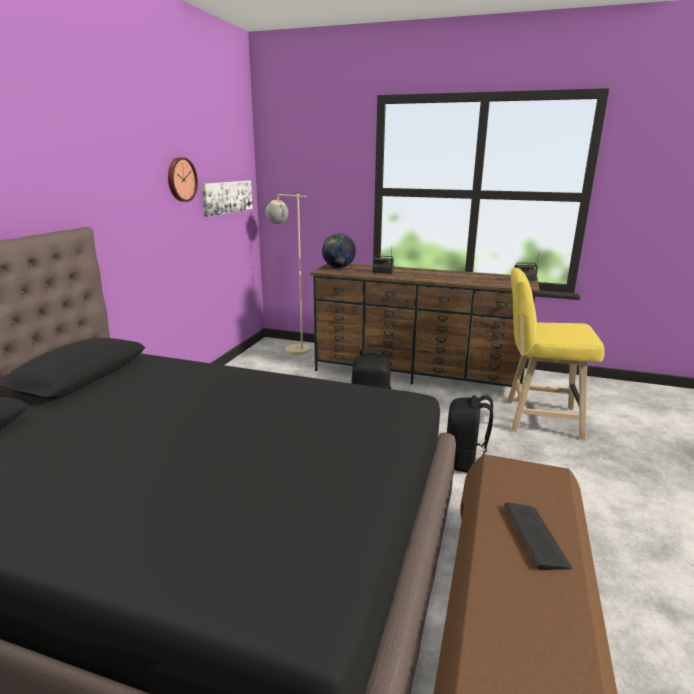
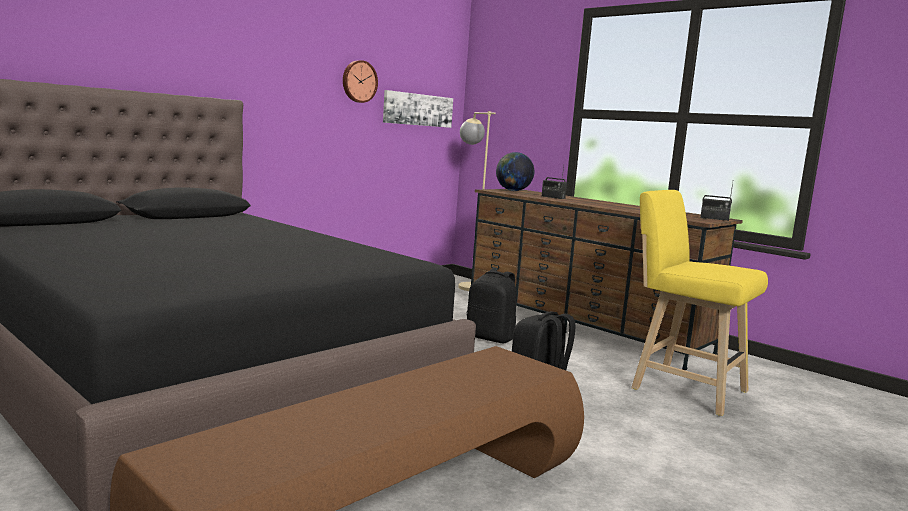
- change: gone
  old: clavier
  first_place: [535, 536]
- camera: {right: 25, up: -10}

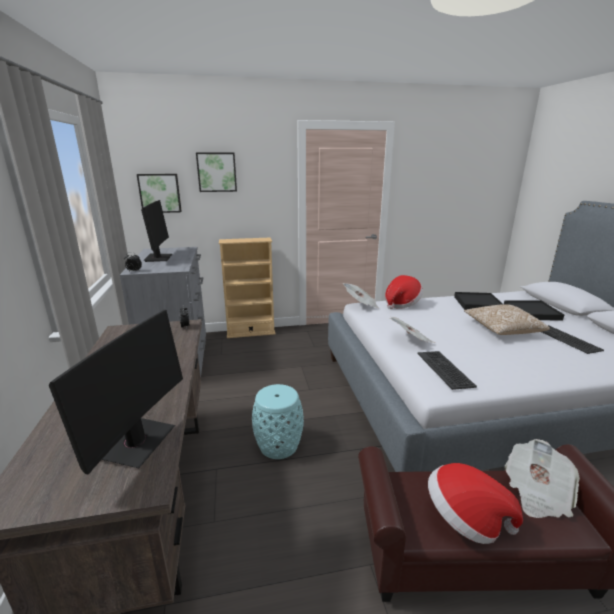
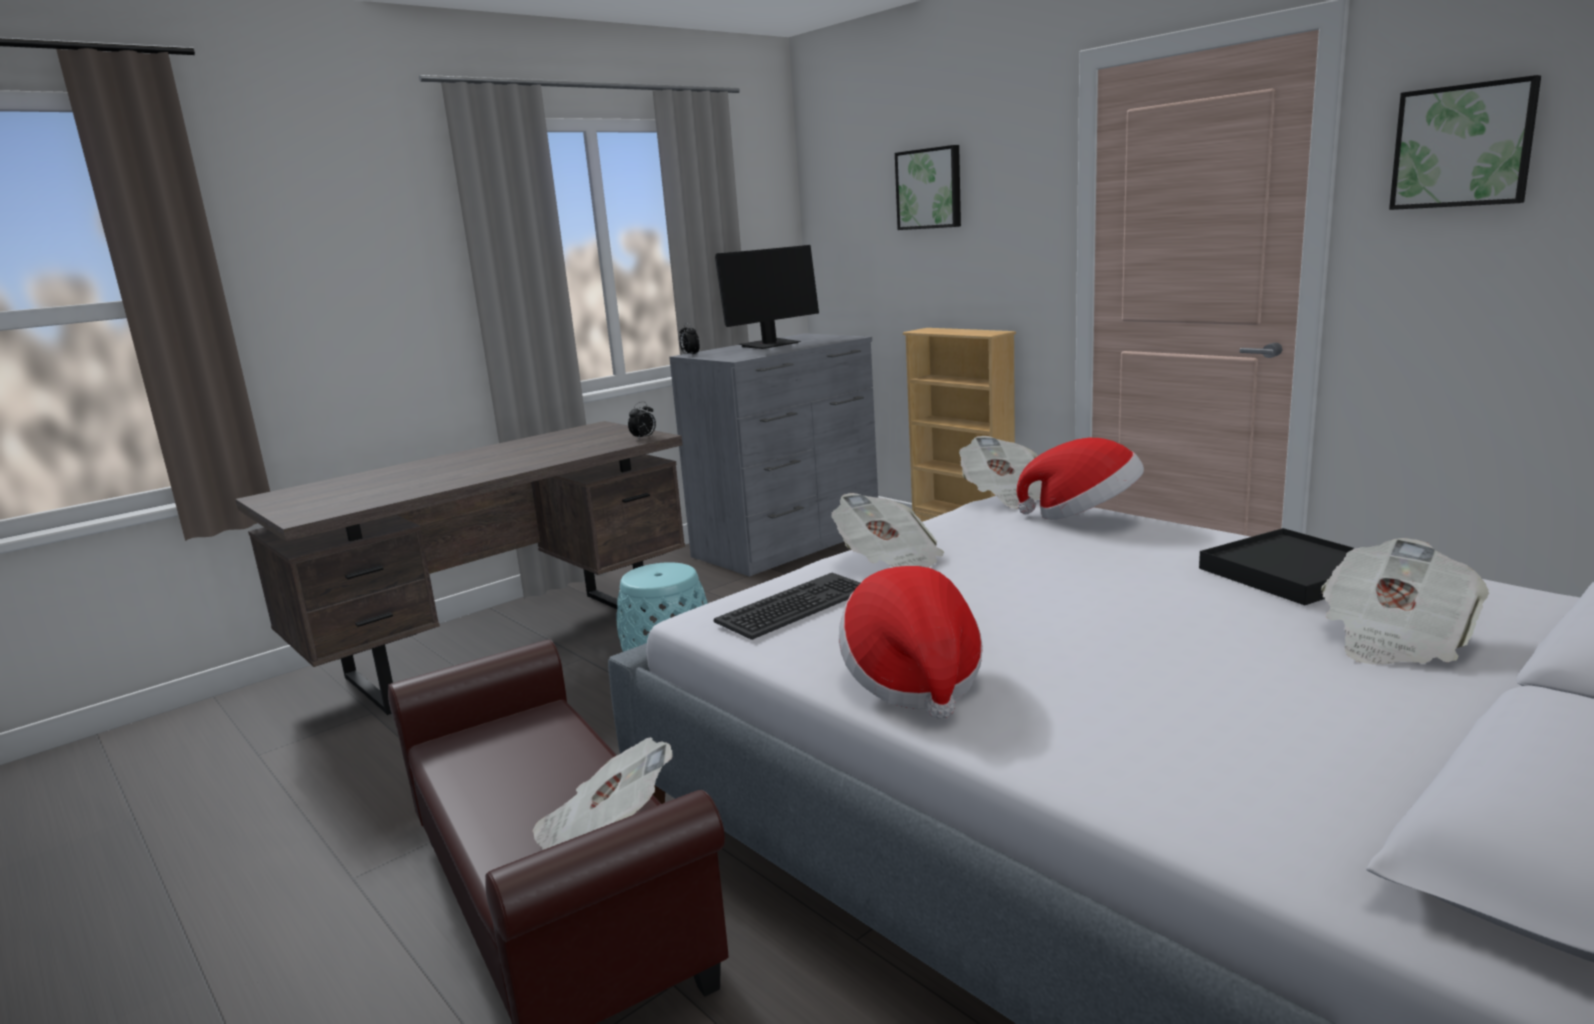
- change: shifted
  old: tableau
  first_place: [160, 193]
  second_place: [1463, 146]
- change: swapped
  old: plateau/noir
  new: journal
  first_place: [531, 312]
  second_place: [1394, 639]
- change: gone
  old: coussin
  first_place: [502, 330]
- change: gone
  old: écran d'ordinateur
  first_place: [137, 442]
- change: gone
  old: clavier
  first_place: [566, 339]
- change: shifted
  old: chapeau
  first_place: [465, 519]
  second_place: [913, 681]
- camera: {right: 60, up: -5}

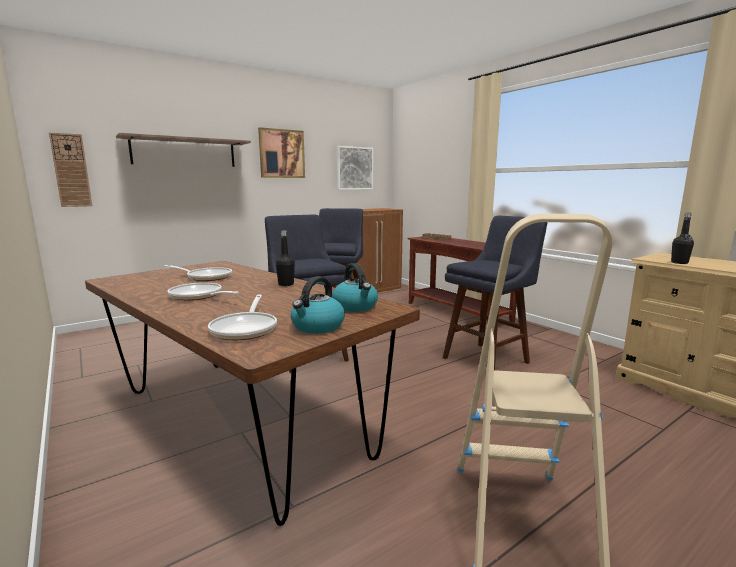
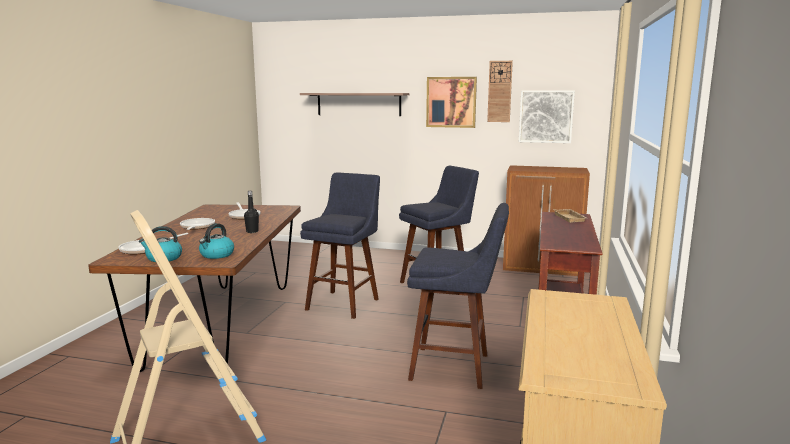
- change: shifted
  old: horloge murale
  first_place: [71, 170]
  second_place: [499, 91]
- change: gone
  old: bouteille/noir
  first_place: [679, 262]
- camera: {right: 50, up: 0}

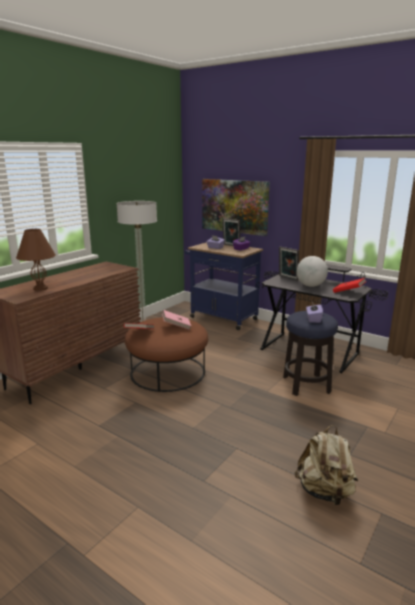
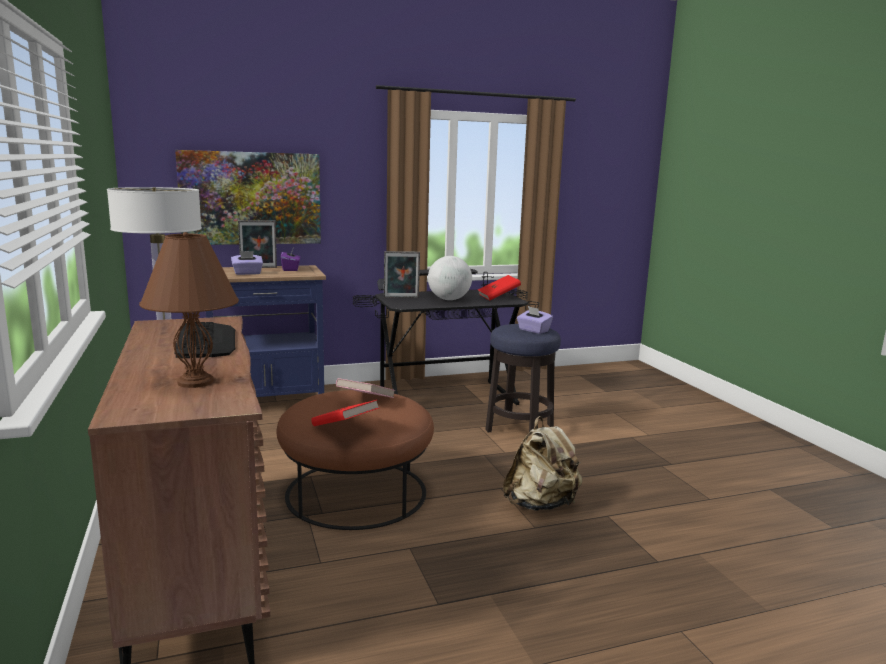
- change: shifted
  old: sac à dos/beige
  first_place: [324, 491]
  second_place: [541, 504]
- change: new
  new: clavier
  second_place: [206, 341]
- camera: {right: -55, up: -5}

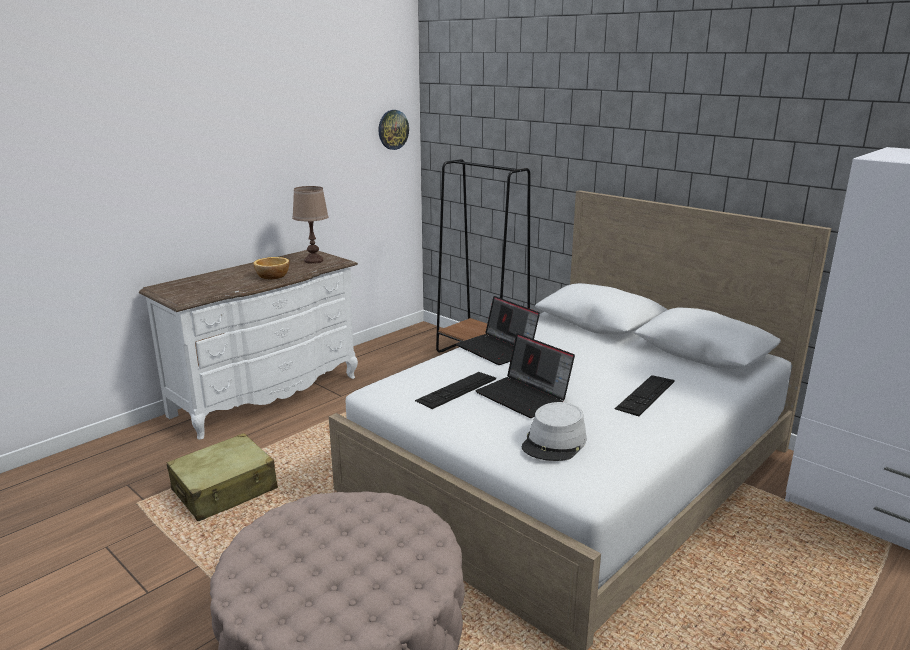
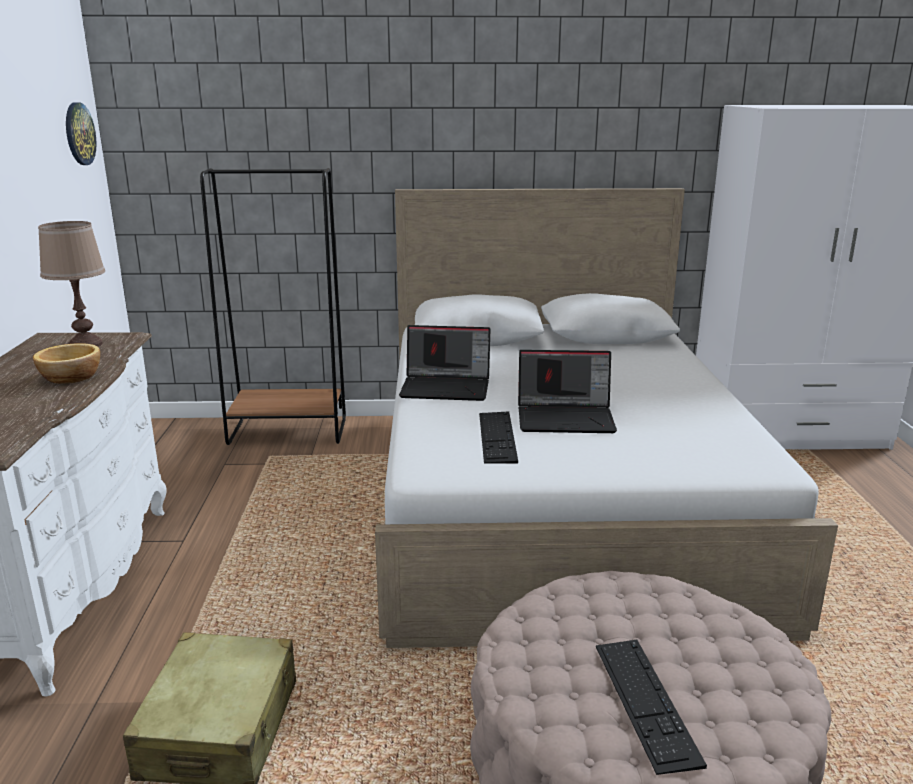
- change: shifted
  old: clavier
  first_place: [645, 395]
  second_place: [645, 701]
- change: gone
  old: chapeau/gris
  first_place: [554, 443]
- camera: {right: -45, up: 0}

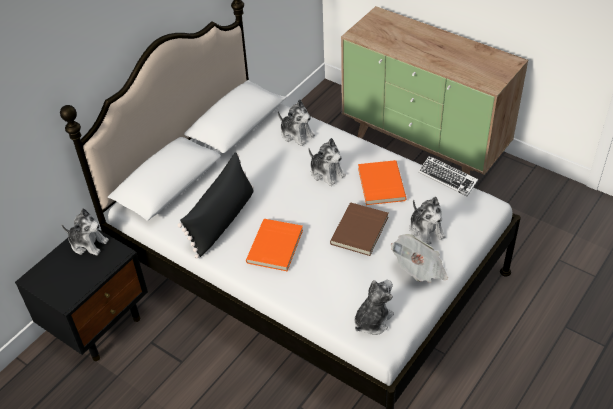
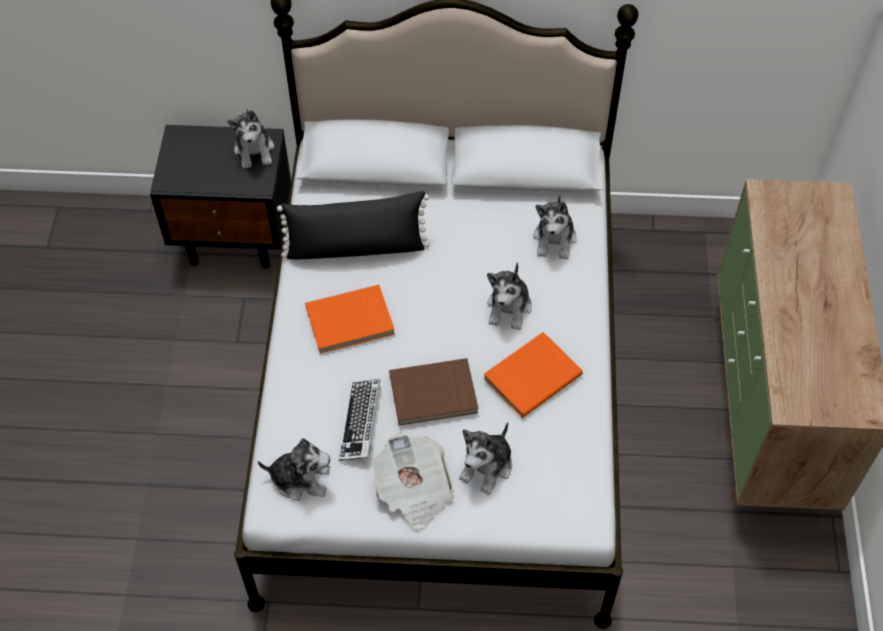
- change: shifted
  old: clavier
  first_place: [447, 178]
  second_place: [361, 422]
- camera: {right: 55, up: 10}

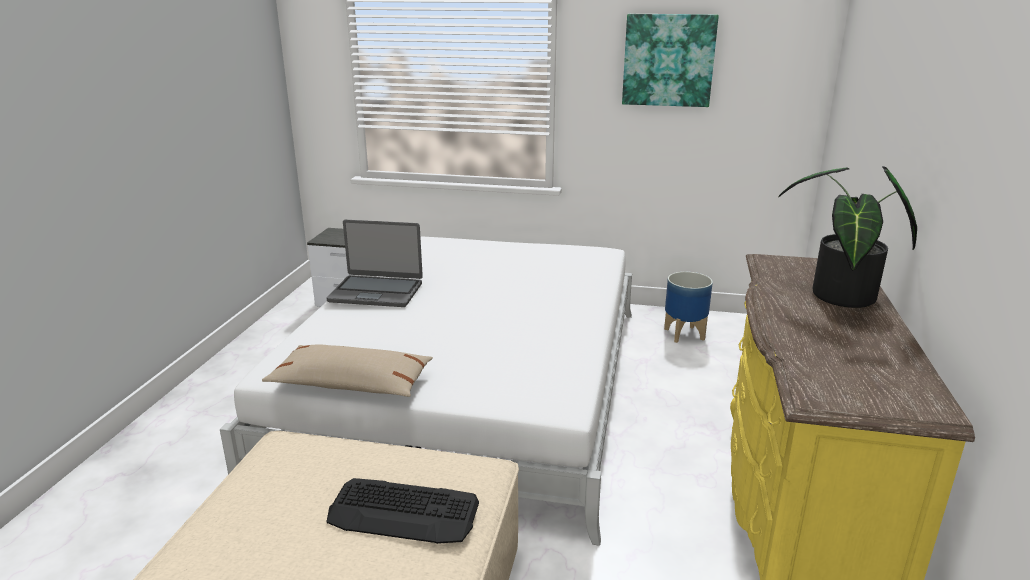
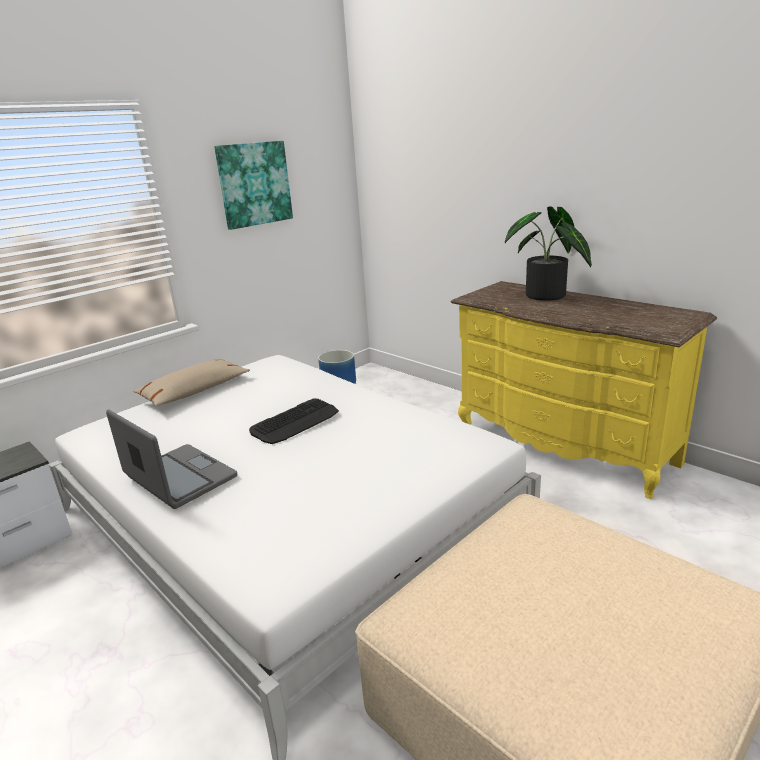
- change: rotated
  old: ordinateur portable
  first_place: [376, 292]
  second_place: [179, 478]
  degrees: -90
- change: shifted
  old: coussin/beige
  first_place: [351, 384]
  second_place: [194, 391]
- change: shifted
  old: clavier
  first_place: [404, 512]
  second_place: [295, 422]
- camera: {right: -55, up: 0}

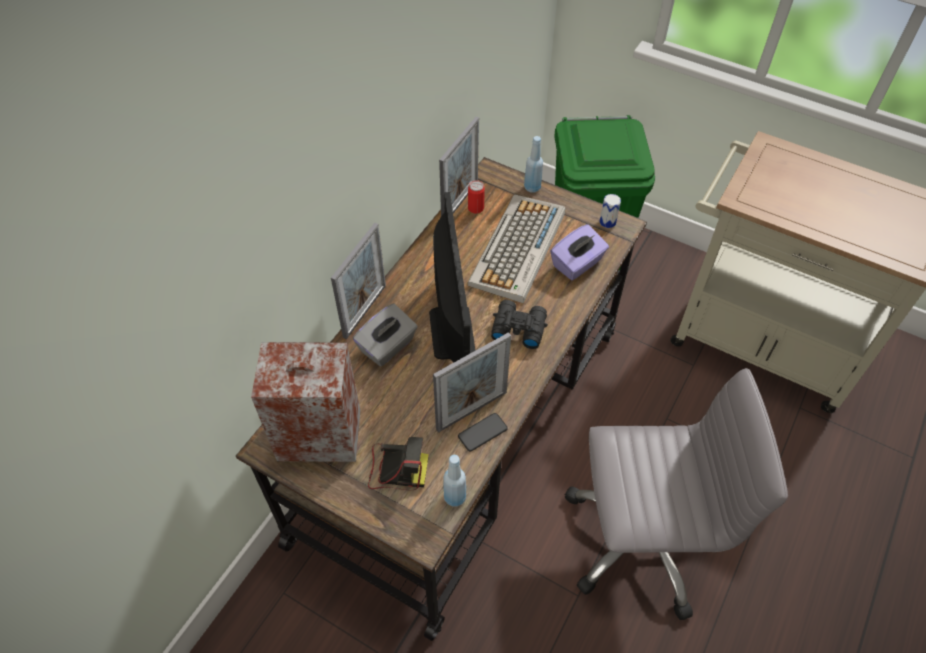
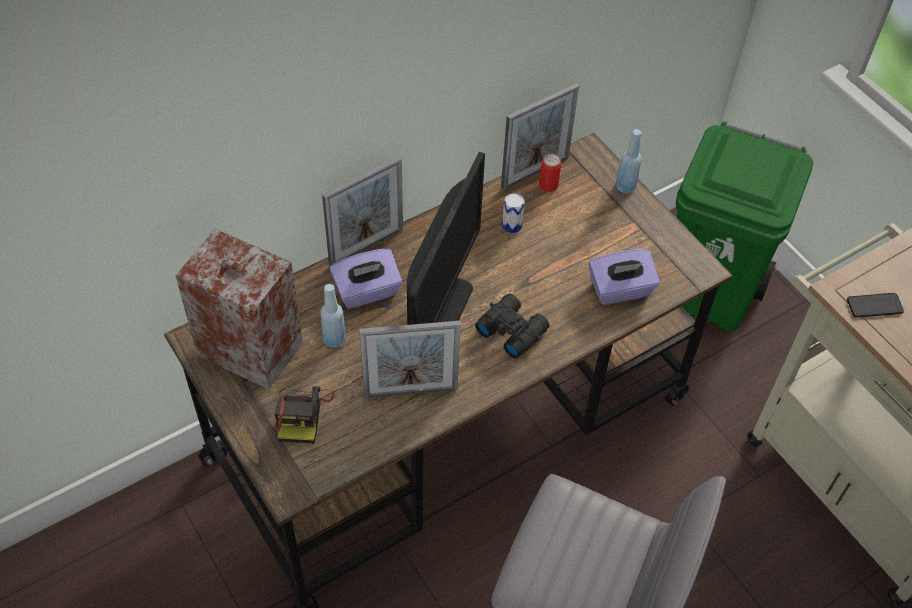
- change: shifted
  old: boîte métallique
  first_place: [607, 222]
  second_place: [511, 225]
- change: gone
  old: clavier
  first_place: [518, 249]
- change: repainted
  old: boîte à mouchoirs/gris
  new: boîte à mouchoirs/violet
  first_place: [387, 346]
  second_place: [367, 292]
- change: shifted
  old: téléphone
  first_place: [482, 432]
  second_place: [874, 306]
- change: rotated
  old: appareil photo
  first_place: [396, 469]
  second_place: [302, 414]
  degrees: 60
- change: shifted
  old: bouteille/bleu
  first_place: [455, 497]
  second_place: [334, 339]
- camera: {right: 25, up: 0}

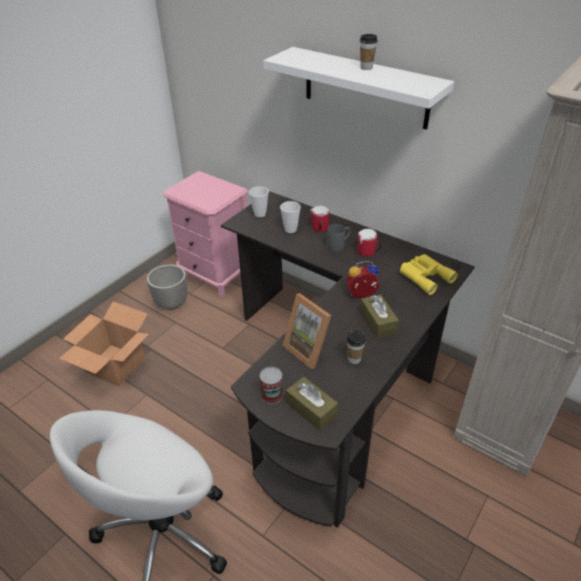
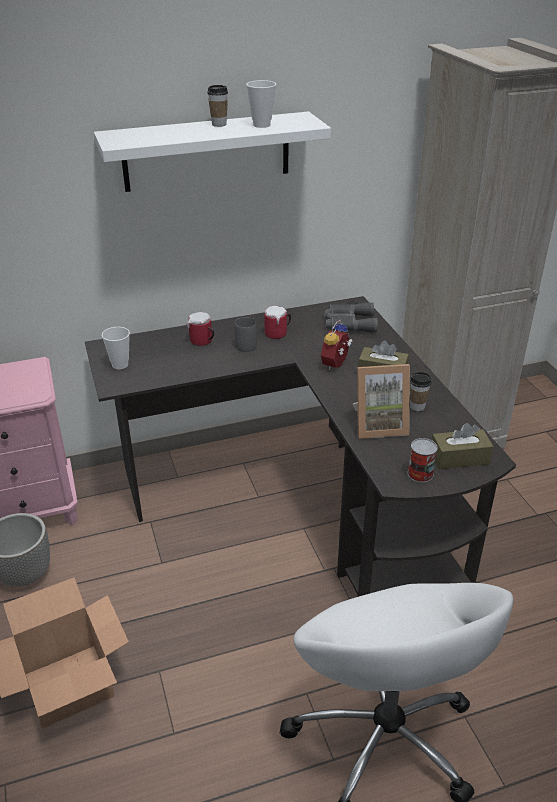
- change: shifted
  old: tasse
  first_place: [290, 229]
  second_place: [261, 125]
- change: repainted
  old: jumelles/jaune
  new: jumelles/gris
  first_place: [424, 276]
  second_place: [348, 323]
- camera: {right: -55, up: -5}

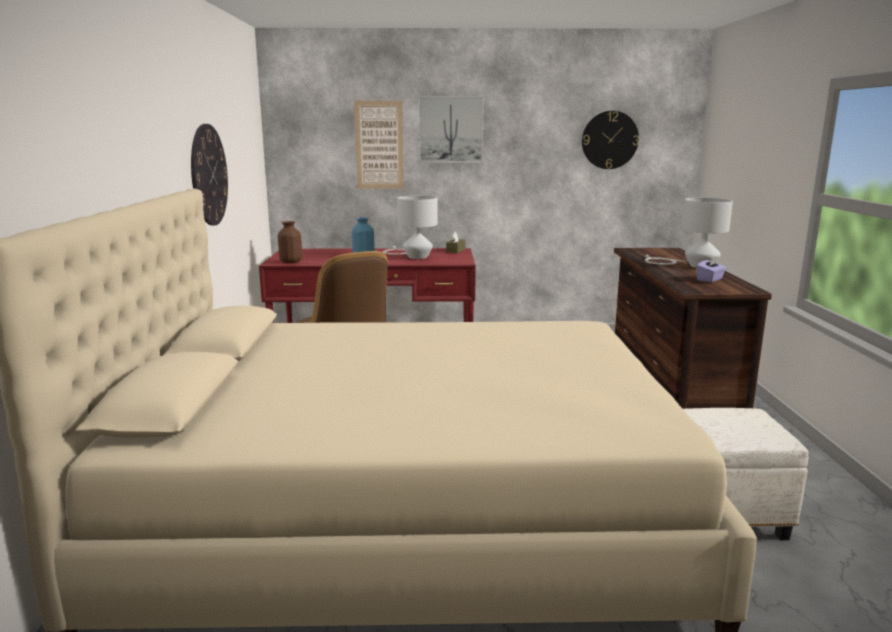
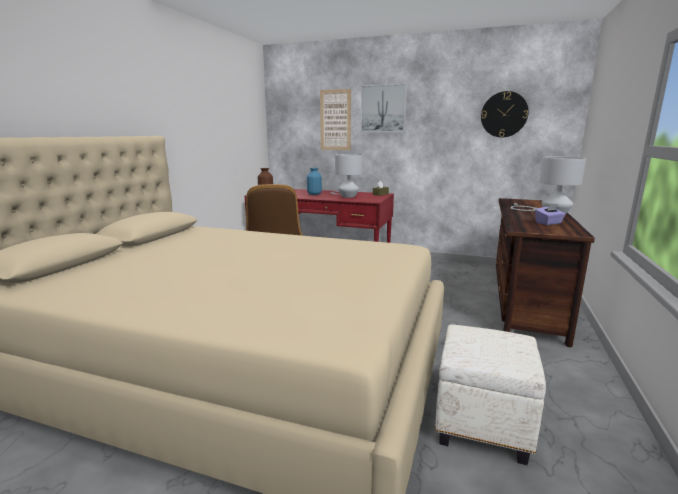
- change: gone
  old: horloge murale
  first_place: [209, 175]
- camera: {right: 20, up: 0}

